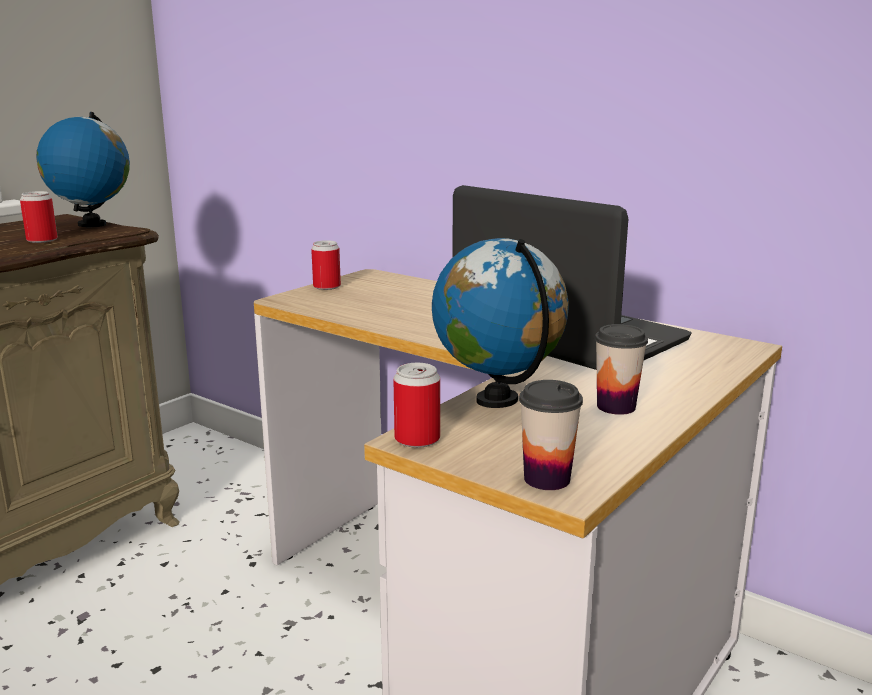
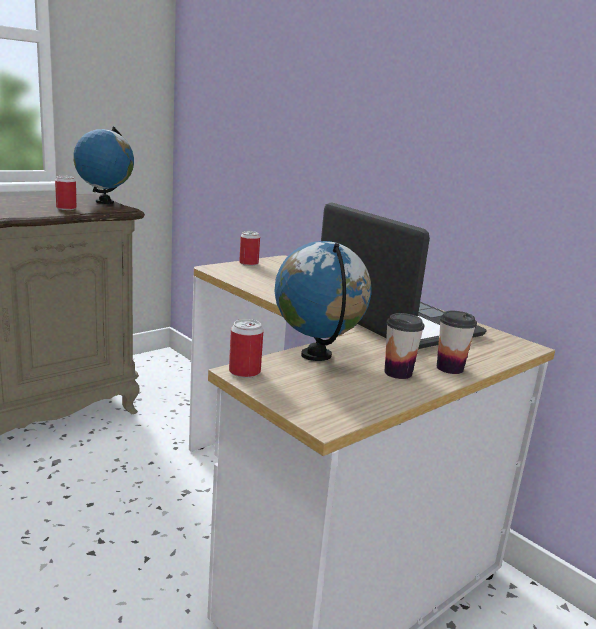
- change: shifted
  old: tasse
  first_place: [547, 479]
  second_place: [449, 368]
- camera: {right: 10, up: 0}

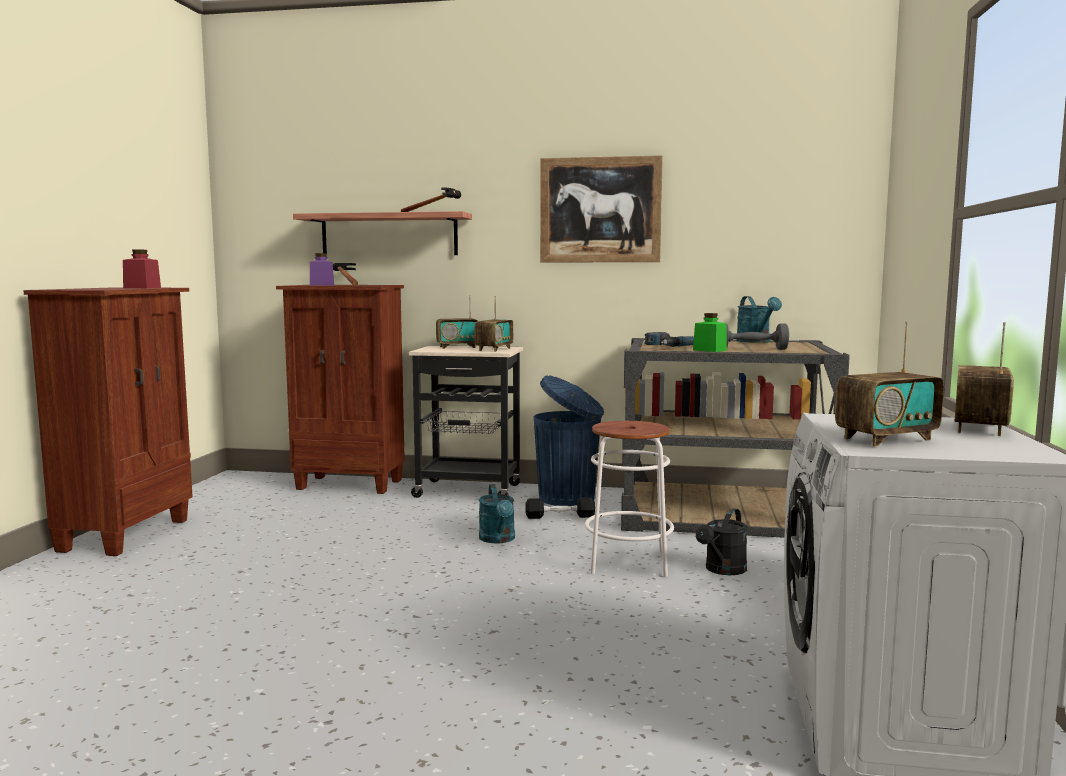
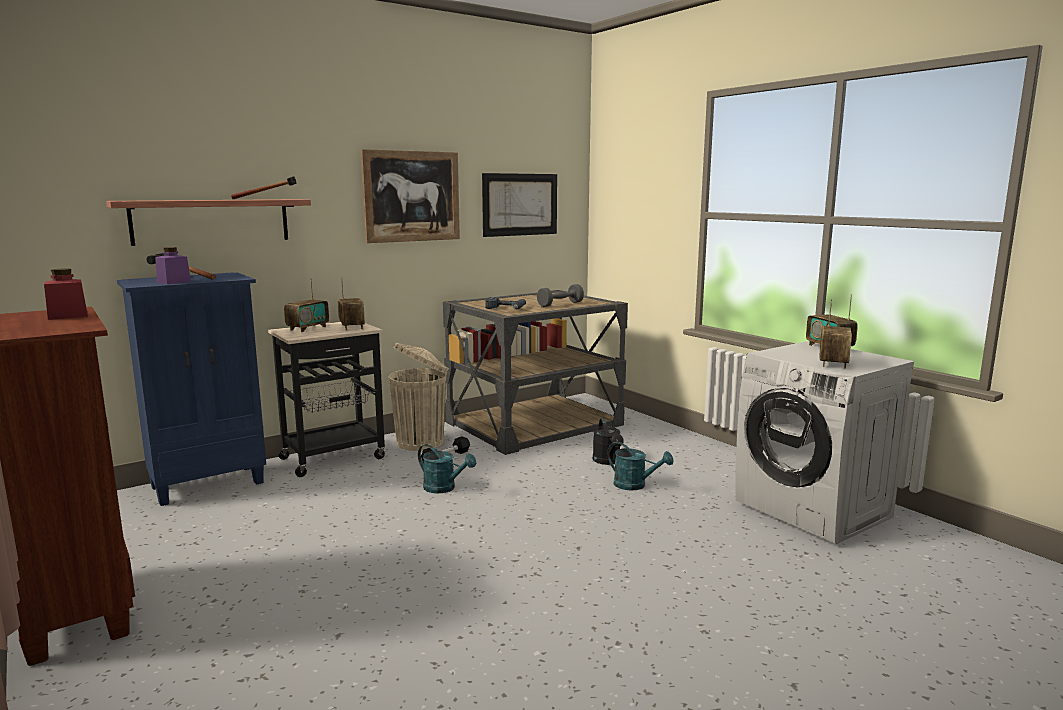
- change: repainted
  old: meuble de rangement/marron
  new: meuble de rangement/bleu
  first_place: [349, 485]
  second_place: [208, 485]
- change: shifted
  old: arrosoir/turquoise
  first_place: [756, 341]
  second_place: [635, 485]
- change: gone
  old: bocal/vert
  first_place: [709, 350]
- change: repainted
  old: poubelle/bleu
  new: poubelle/beige
  first_place: [568, 498]
  second_place: [422, 442]
- change: gone
  old: tabouret/blanc
  first_place: [628, 562]
- change: new
  new: tableau
  second_place: [520, 204]
- camera: {right: -45, up: 5}

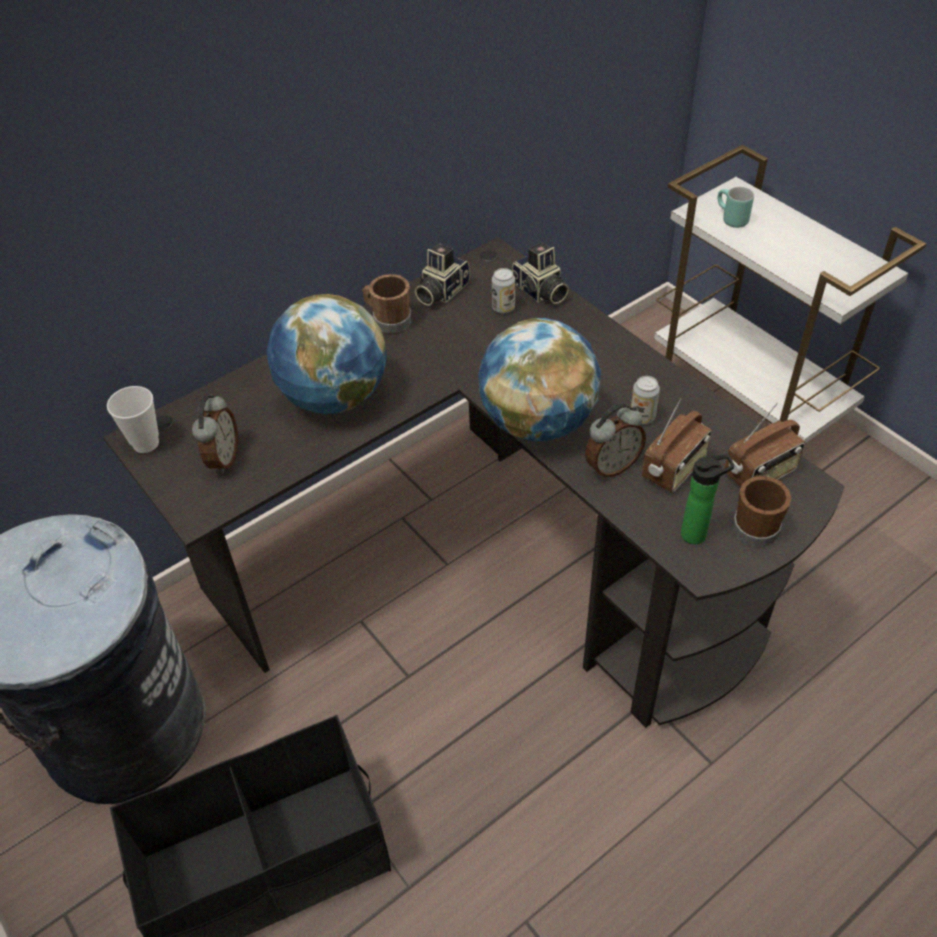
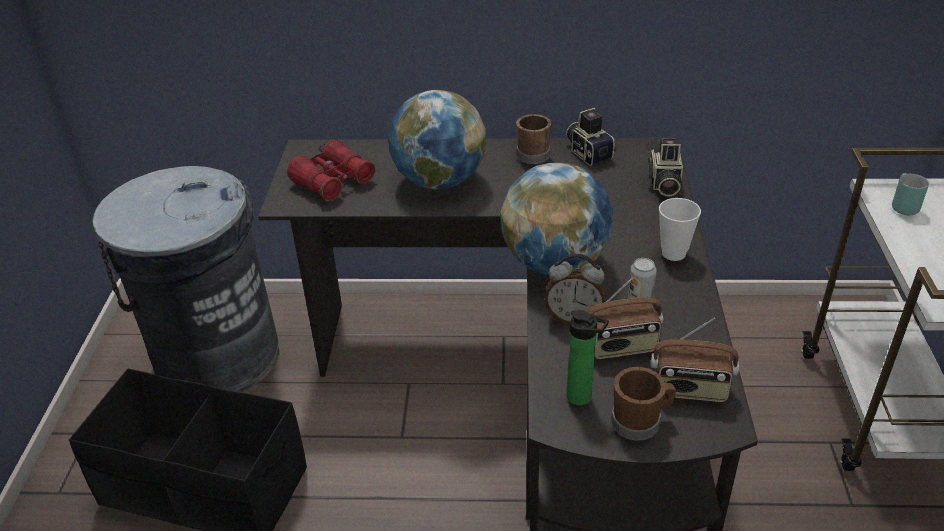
- change: rotated
  old: appareil photo
  first_place: [440, 291]
  second_place: [589, 152]
  degrees: 75
- change: gone
  old: boîte métallique
  first_place: [503, 308]
- change: shifted
  old: tasse
  first_place: [146, 443]
  second_place: [673, 253]
- change: swapped
  old: réveil
  new: jumelles/rouge
  first_place: [222, 459]
  second_place: [333, 182]
- camera: {right: 40, up: -10}

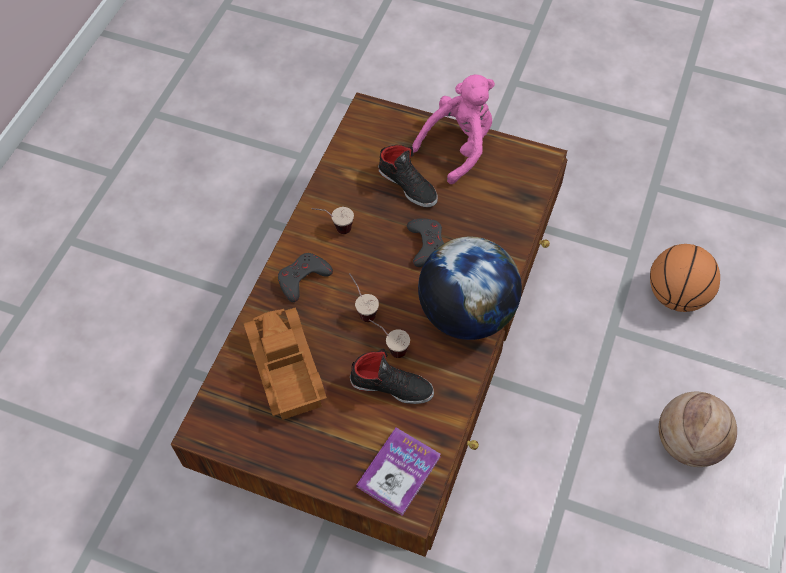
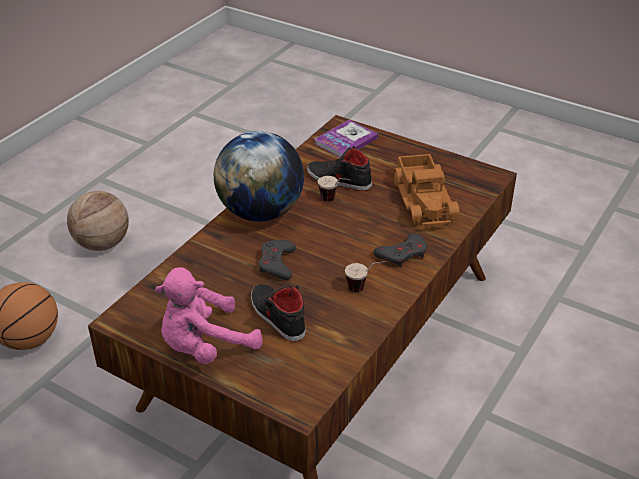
- change: gone
  old: tasse
  first_place: [362, 308]
- camera: {right: -170, up: -20}

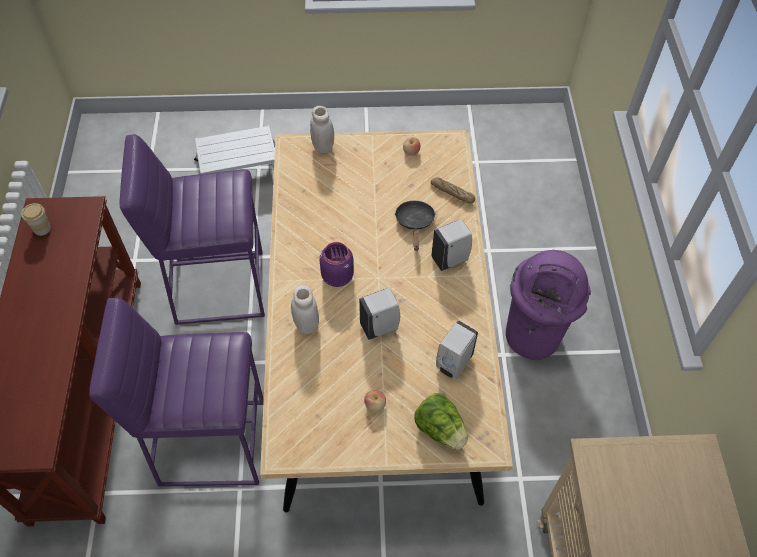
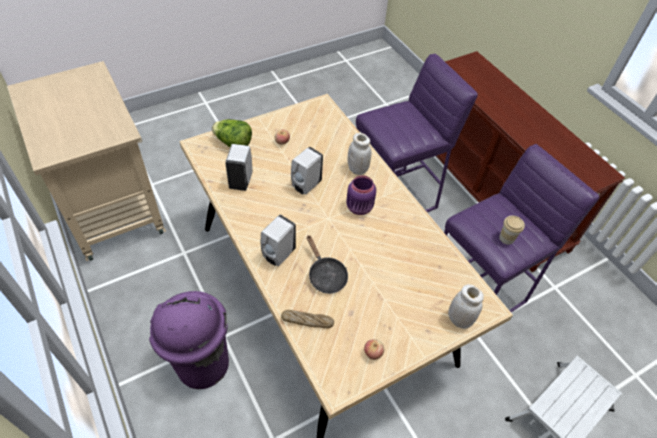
- change: shifted
  old: tasse
  first_place: [42, 229]
  second_place: [506, 238]
- camera: {right: 150, up: -5}

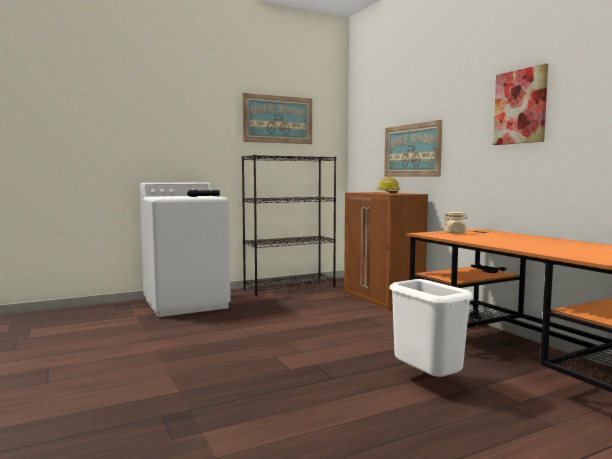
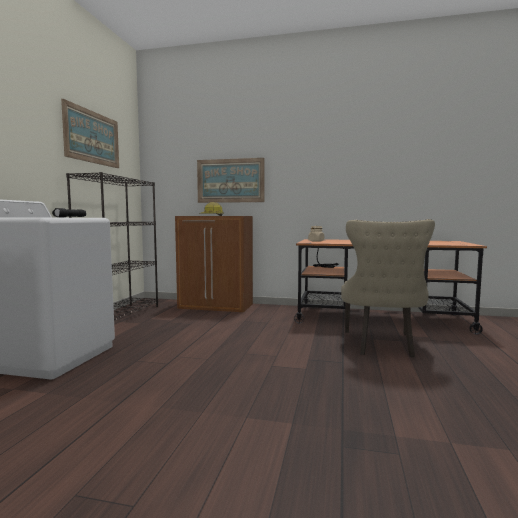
- change: gone
  old: tableau
  first_place: [520, 107]
- change: swapped
  old: poubelle/blanc
  new: chaise/beige
  first_place: [426, 383]
  second_place: [381, 344]
- camera: {right: -50, up: 0}

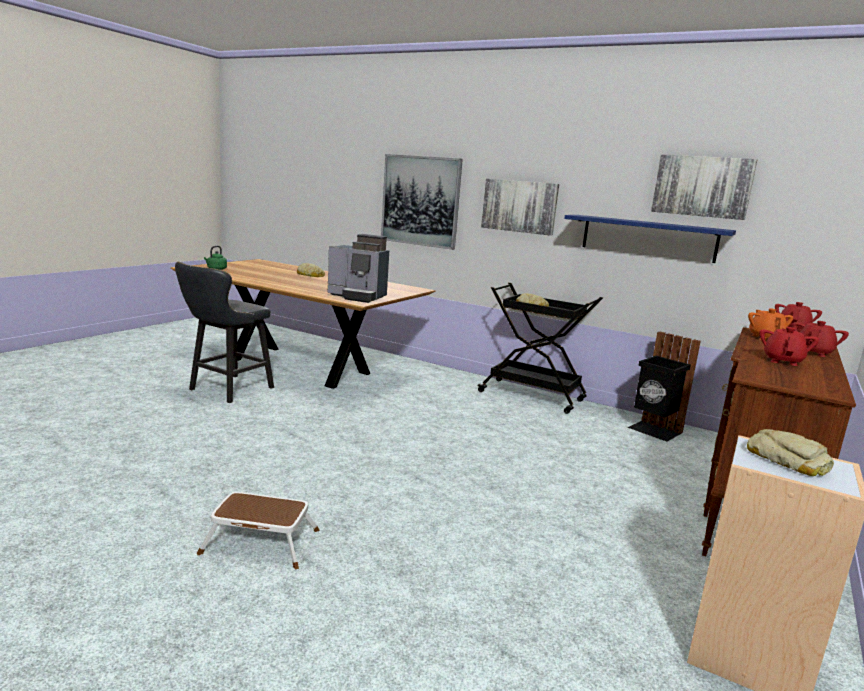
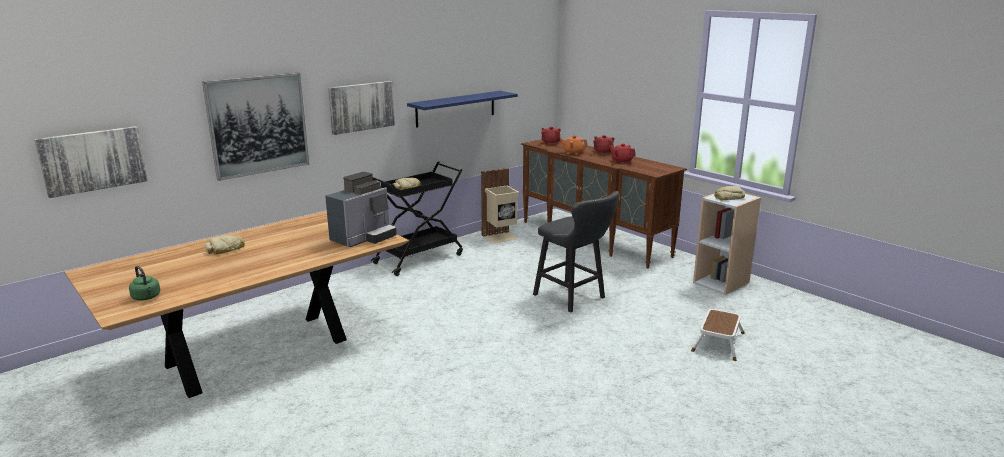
- change: shifted
  old: tableau
  first_place: [702, 186]
  second_place: [93, 160]
- change: shifted
  old: tabouret/gris
  first_place: [224, 391]
  second_place: [575, 299]
- change: repainted
  old: poubelle/noir
  new: poubelle/beige
  first_place: [654, 430]
  second_place: [500, 237]
- change: shifted
  old: escabeau/marron
  first_place: [260, 542]
  second_place: [718, 342]
- camera: {right: -70, up: 5}

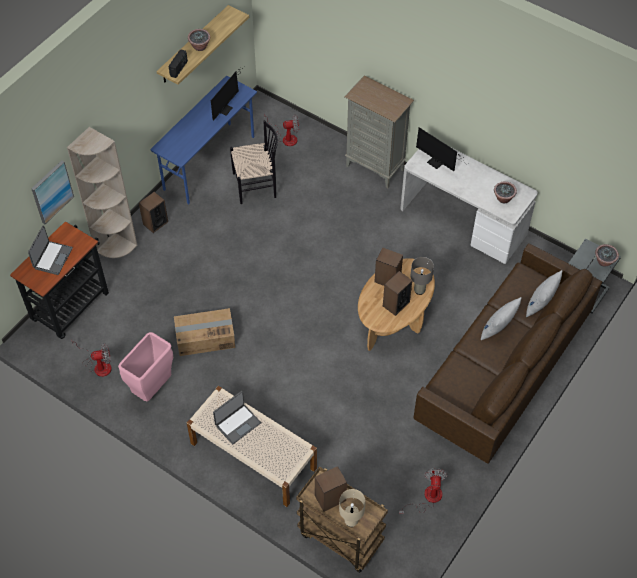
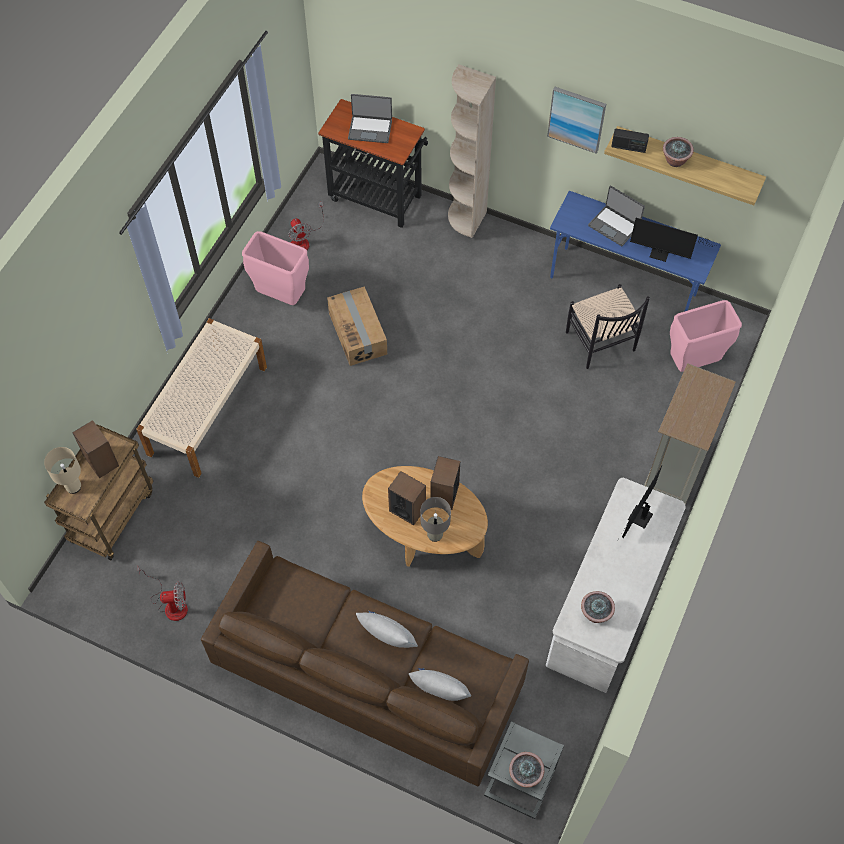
- change: swapped
  old: ventilateur
  new: poubelle/rose
  first_place: [285, 137]
  second_place: [692, 362]
- change: shifted
  old: tableau
  first_place: [51, 191]
  second_place: [576, 119]
- change: gone
  old: enceinte
  first_place: [155, 223]
- change: shifted
  old: ordinateur portable
  first_place: [237, 424]
  second_place: [614, 226]
- camera: {right: 80, up: 5}

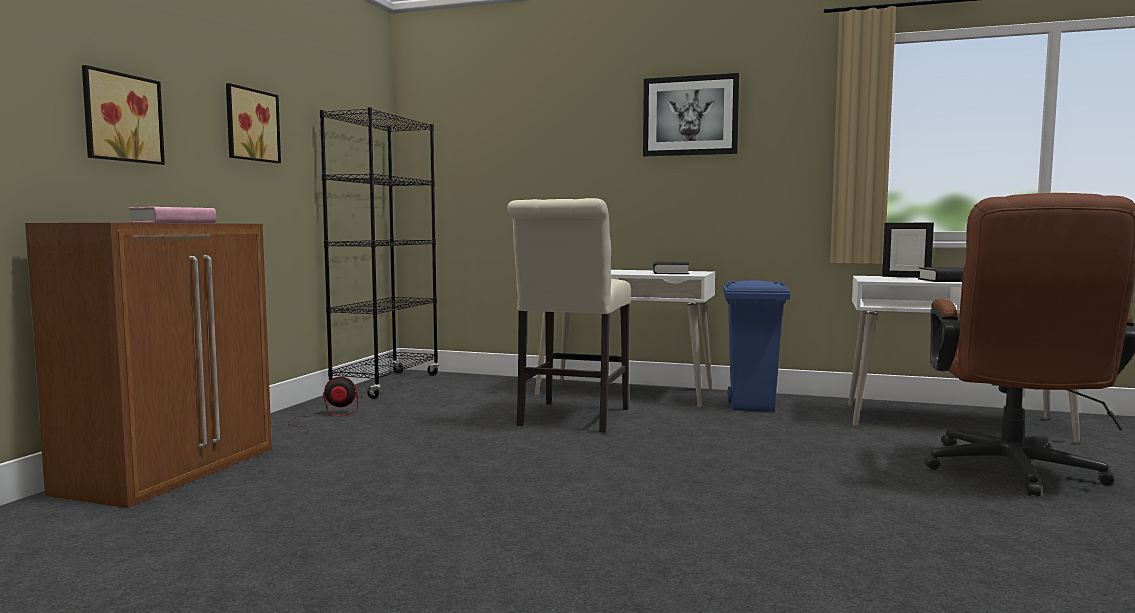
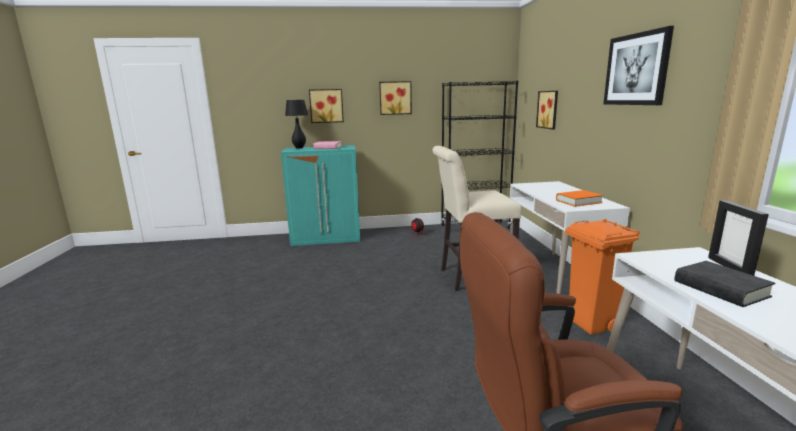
- change: repainted
  old: meuble de rangement/marron
  new: meuble de rangement/turquoise
  first_place: [170, 469]
  second_place: [326, 237]
- change: repainted
  old: livre/noir
  new: livre/orange
  first_place: [670, 272]
  second_place: [578, 201]
- change: repainted
  old: poubelle/bleu
  new: poubelle/orange
  first_place: [753, 407]
  second_place: [592, 324]
- change: new
  new: tableau
  second_place: [549, 109]
- change: new
  new: lampe de table/noir
  second_place: [299, 148]
- camera: {right: 65, up: 10}

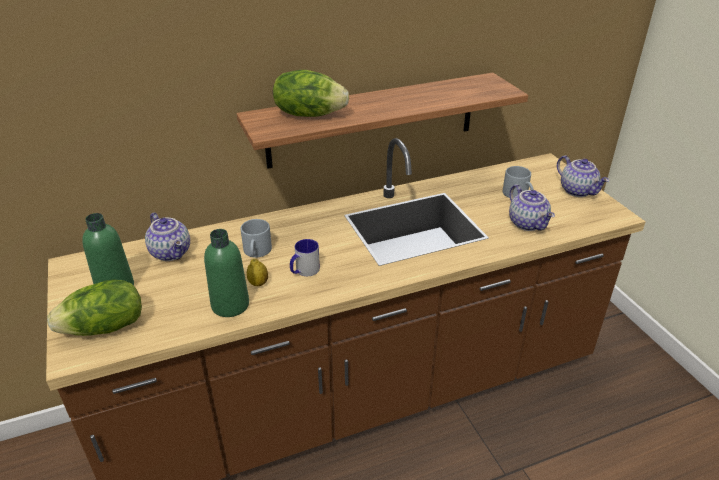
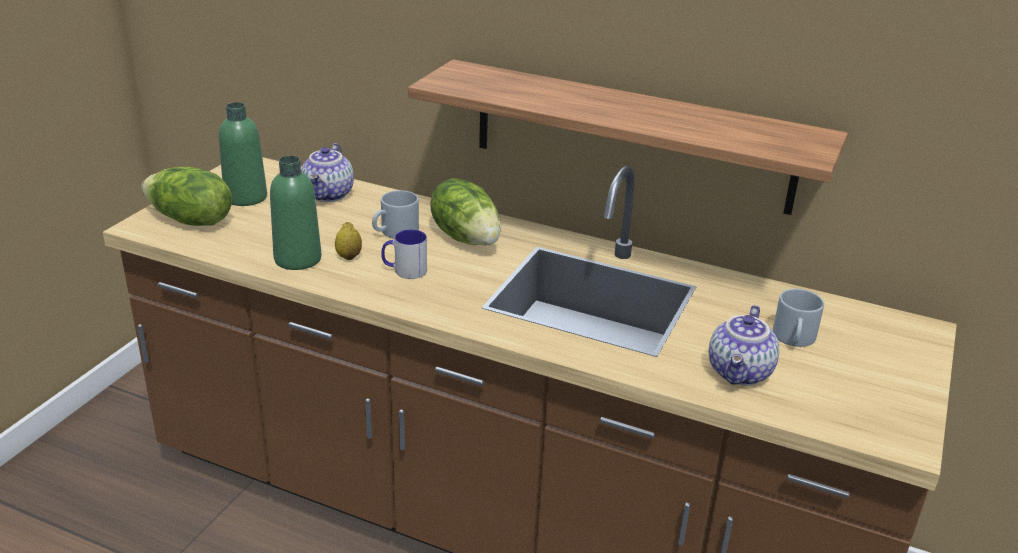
- change: shifted
  old: laitue
  first_place: [309, 114]
  second_place: [467, 237]
- change: gone
  old: théière
  first_place: [578, 191]
- camera: {right: 45, up: -5}

